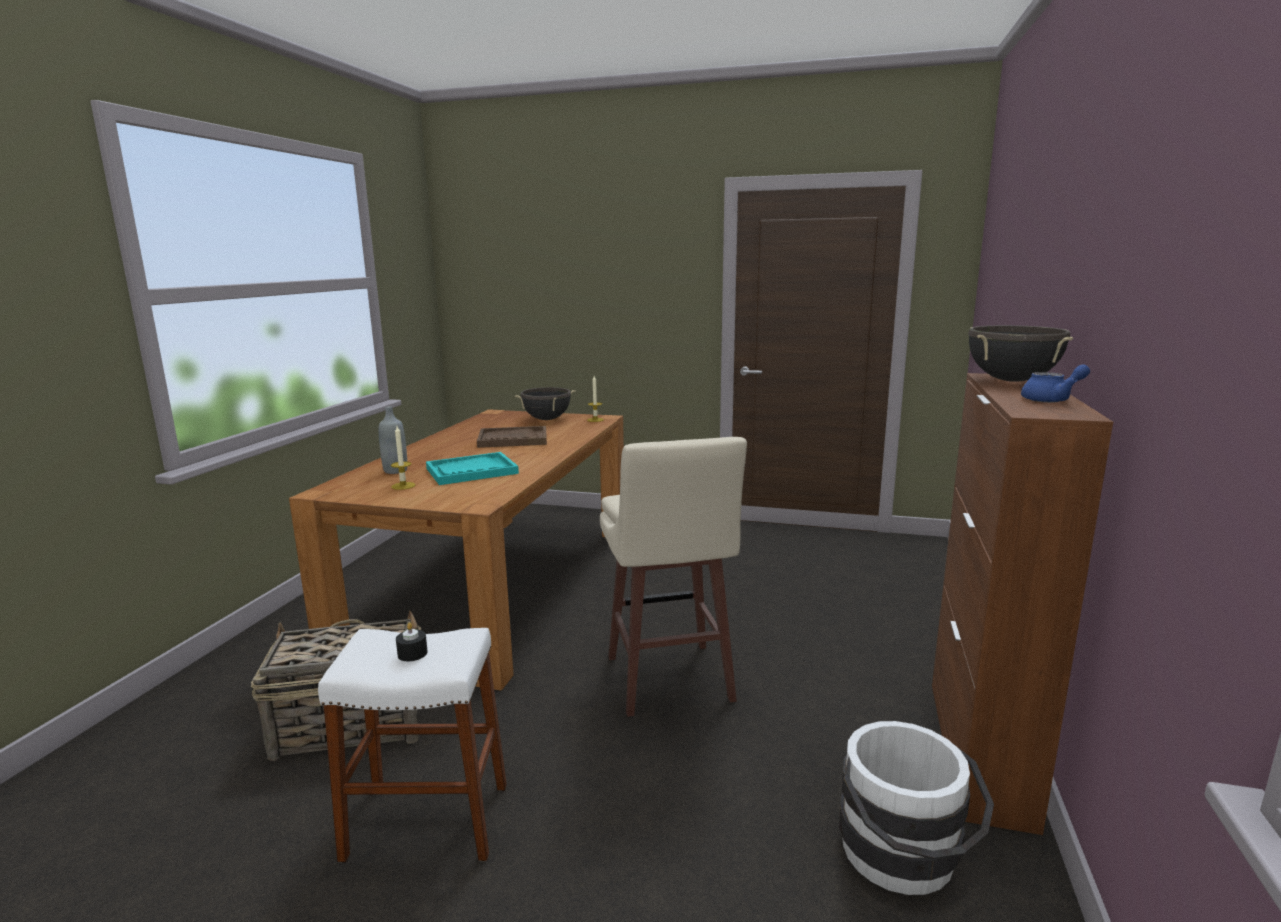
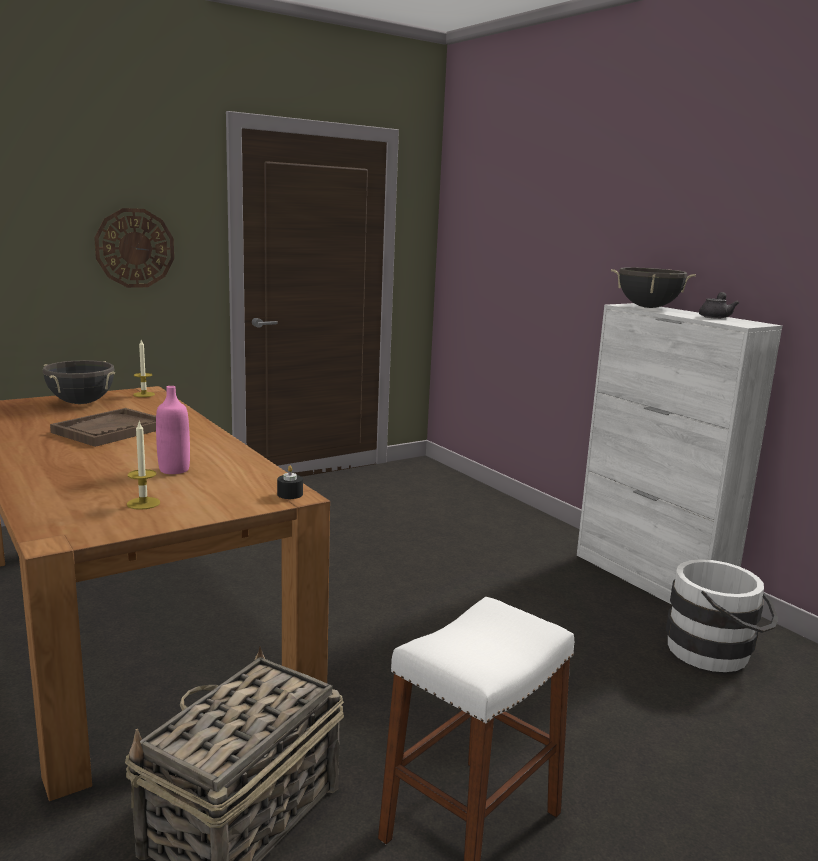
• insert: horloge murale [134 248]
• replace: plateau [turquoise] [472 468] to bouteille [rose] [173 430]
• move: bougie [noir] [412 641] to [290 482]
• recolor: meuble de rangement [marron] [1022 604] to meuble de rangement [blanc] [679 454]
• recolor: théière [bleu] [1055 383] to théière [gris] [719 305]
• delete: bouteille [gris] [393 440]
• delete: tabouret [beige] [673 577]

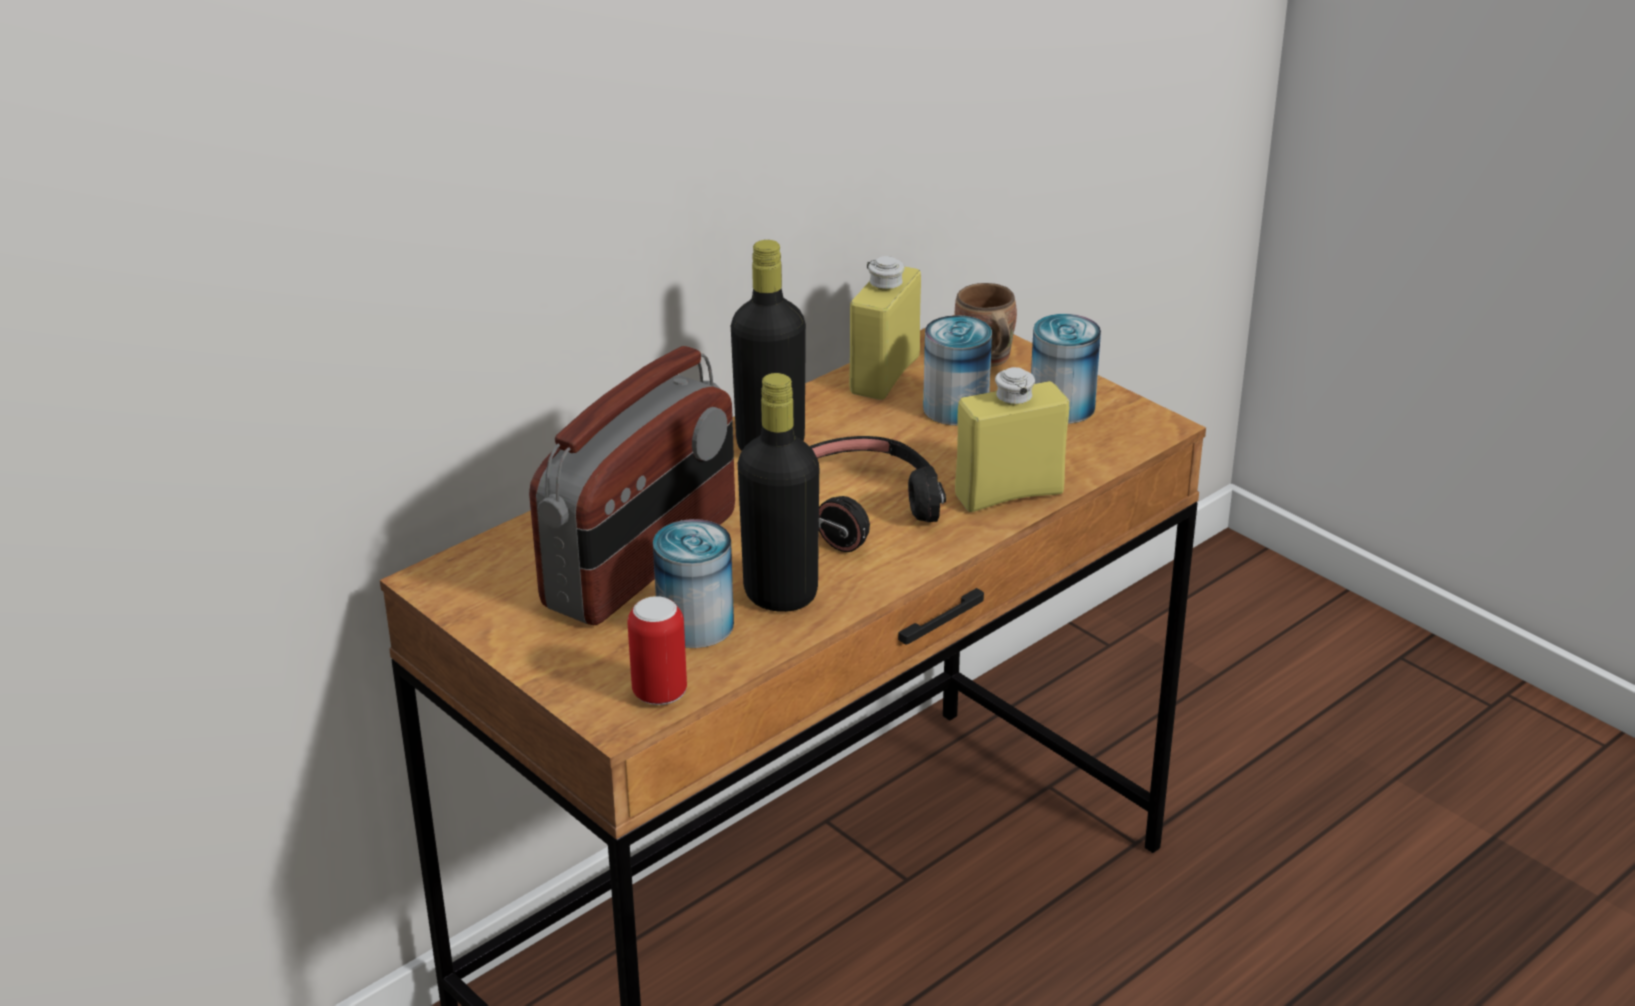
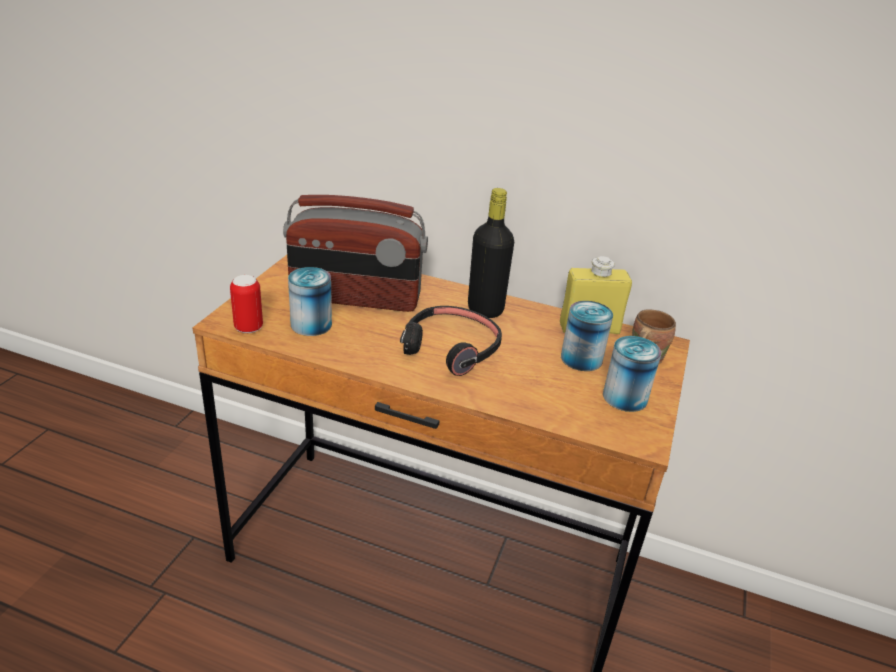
• delete: bouteille [noir] [778 492]
• delete: bouteille [jaune] [1012 439]

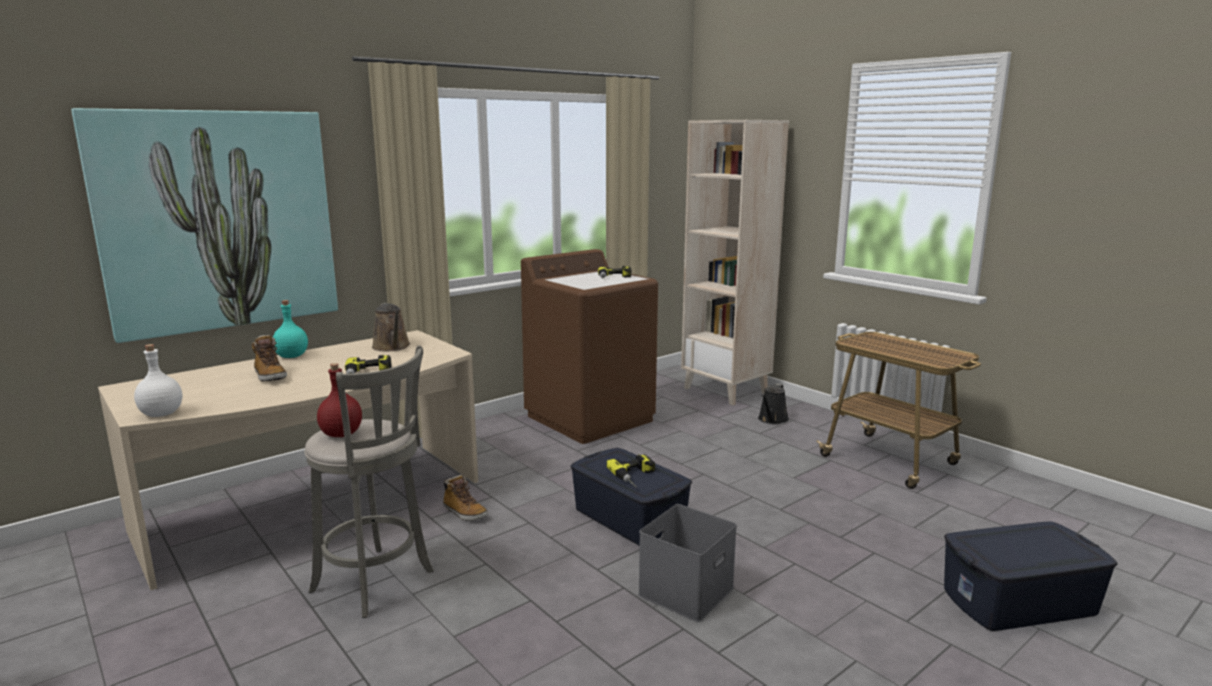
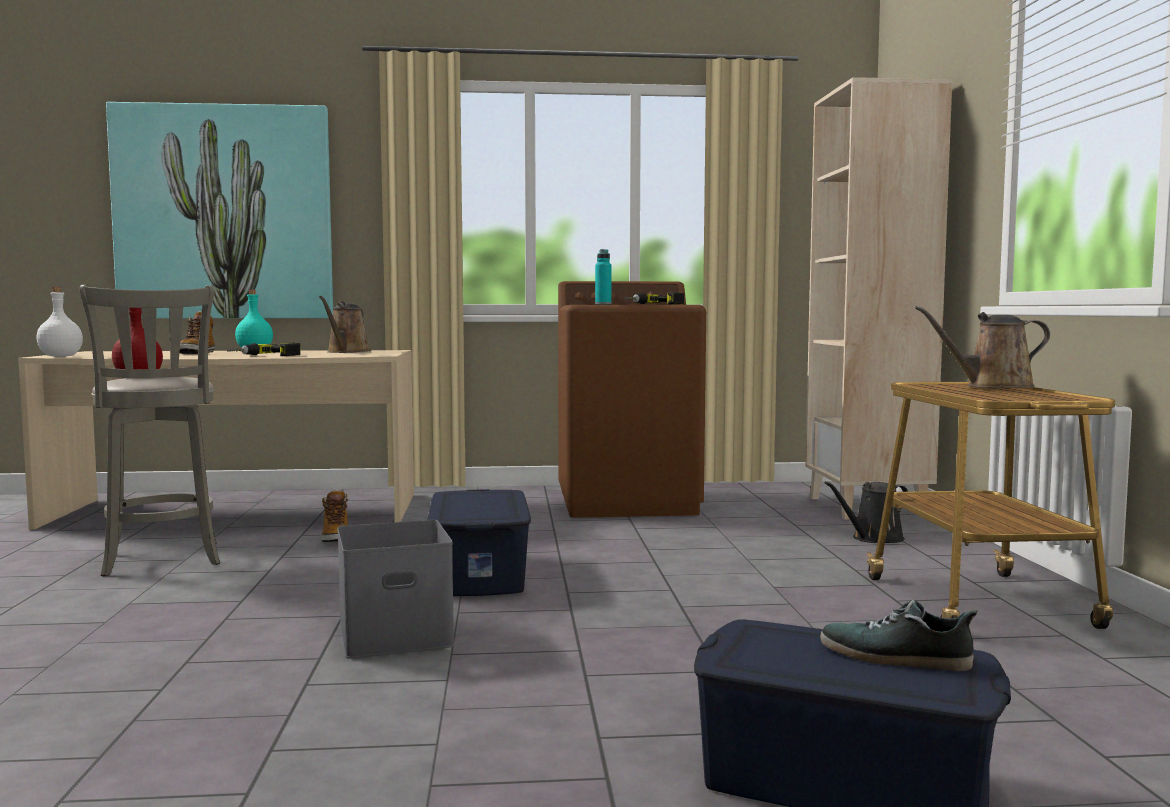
• insert: bouteille [turquoise] [603 276]
• insert: chaussure [899 635]
• insert: arrosoir [marron] [982 347]
• delete: perceuse [630 471]

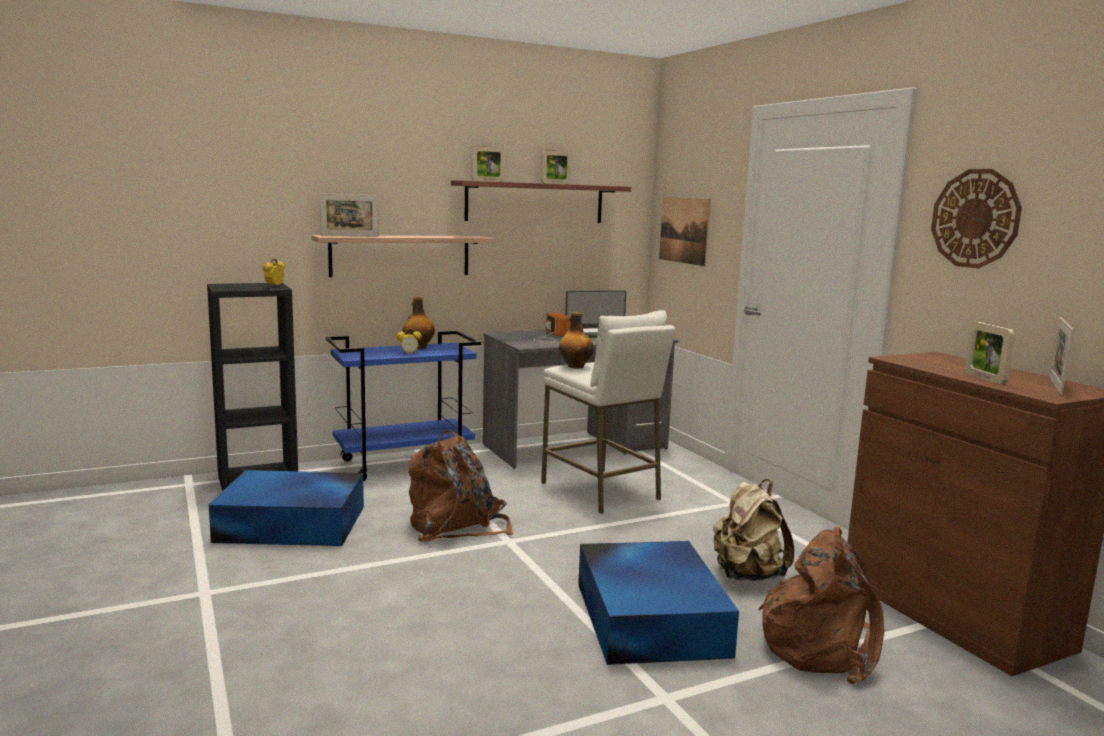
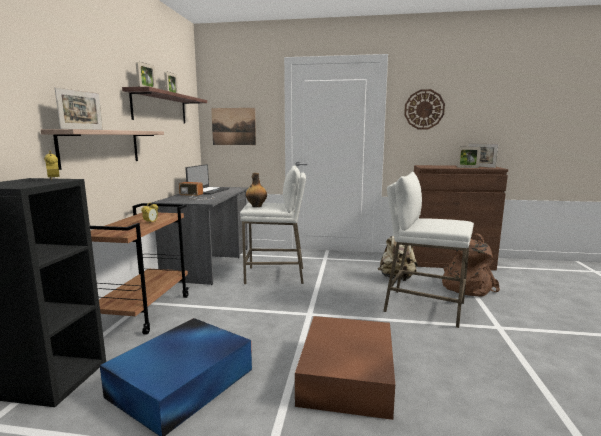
• recolor: chariot [bleu] [403 406] to chariot [marron] [139 269]
• insert: boîte de rangement [marron] [345 368]
• replace: boîte de rangement [bleu] [658 603] to tabouret [blanc] [428 250]
• delete: bouteille [418 323]
• delete: sac à dos [marron] [461 486]

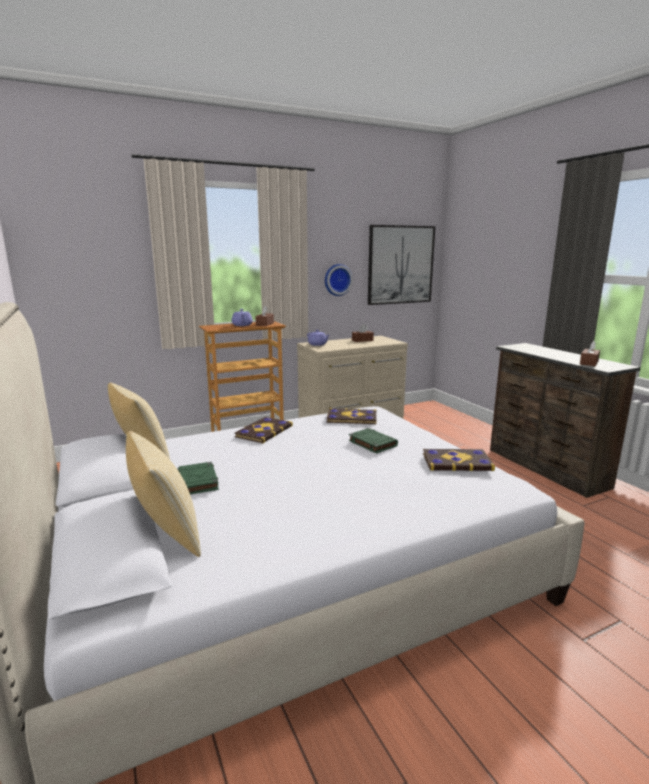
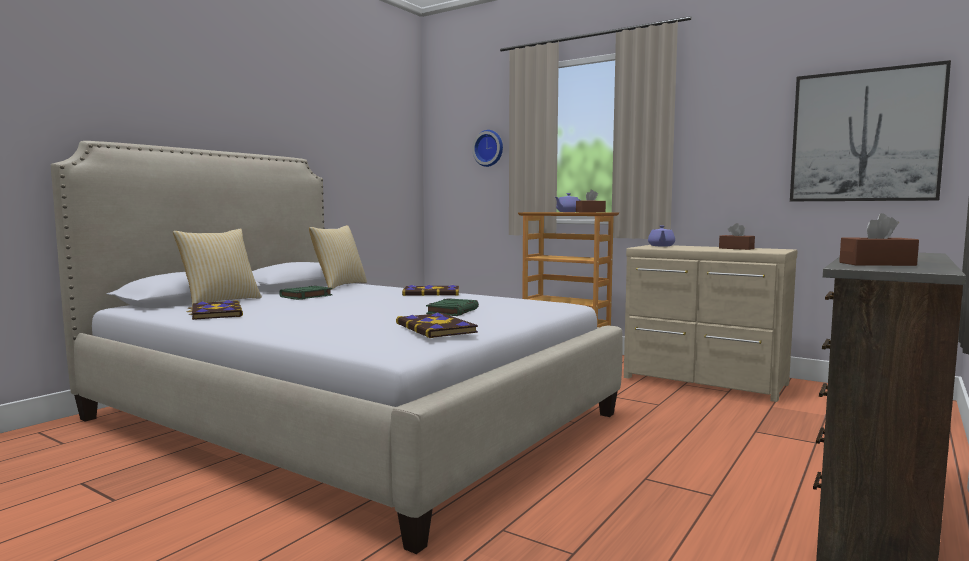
• move: livre [351 416] to [214 310]
• move: horloge murale [339 280] to [487 148]

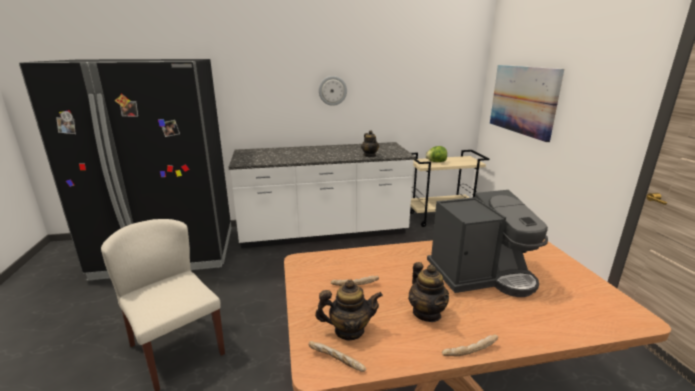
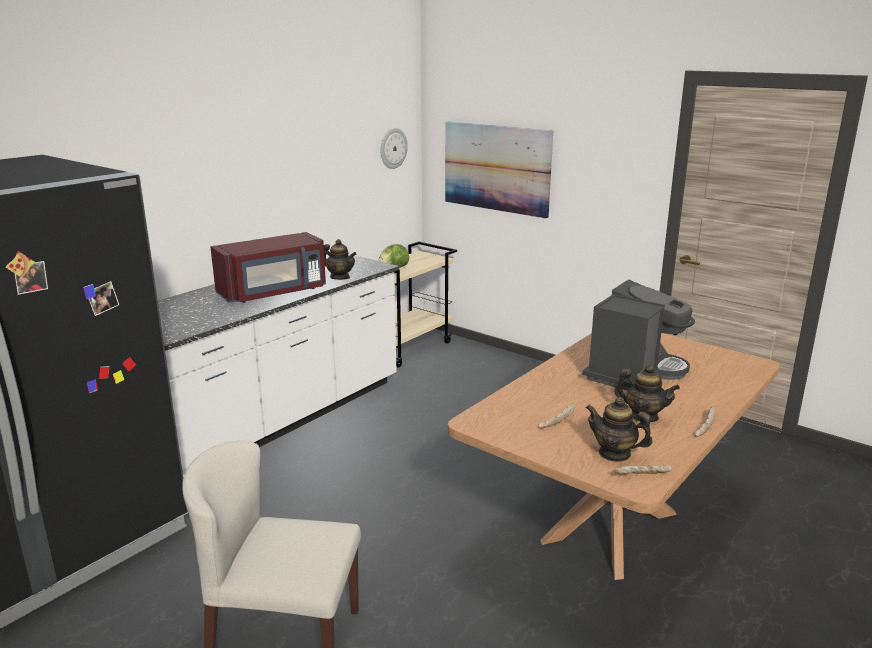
• insert: micro-ondes [rouge] [268 267]
• move: horloge murale [333 91] to [394 148]
• rotate: théière [349 309] = [619 429] 105 degrees counterclockwise

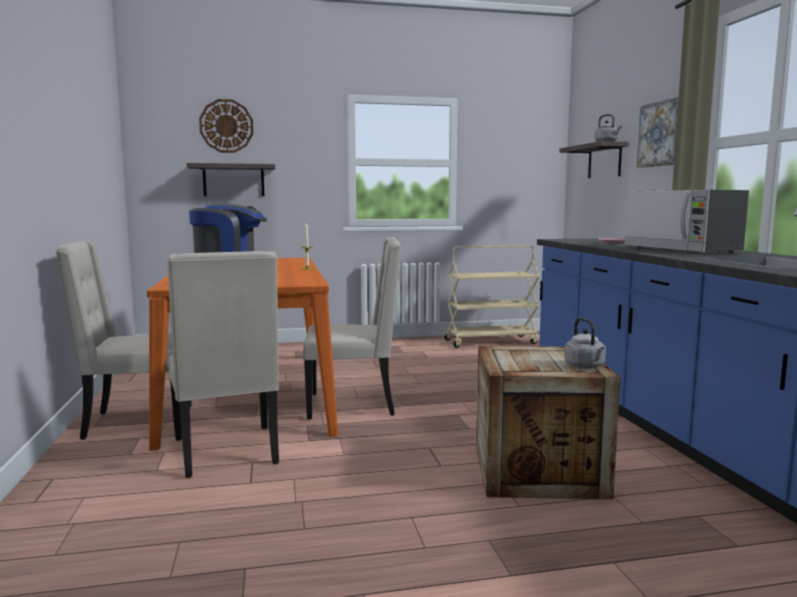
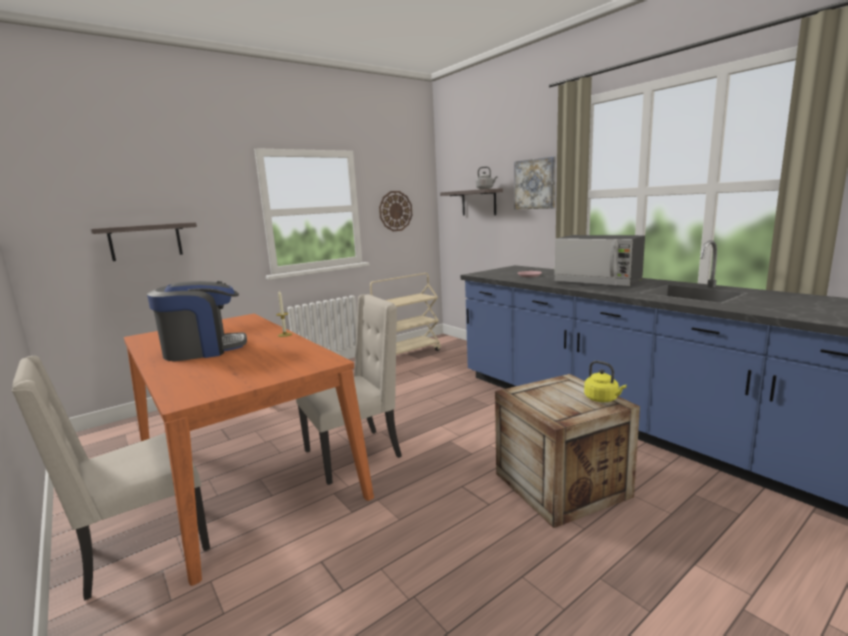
• move: horloge murale [226 126] to [395 211]
• recolor: bouilloire [gris] [585 343] to bouilloire [jaune] [605 381]
• delete: chaise [beige] [223 364]

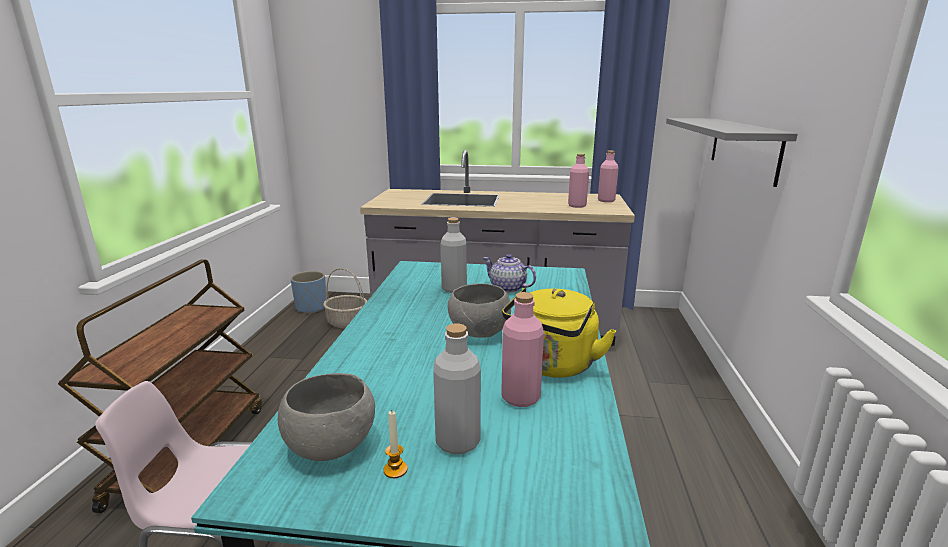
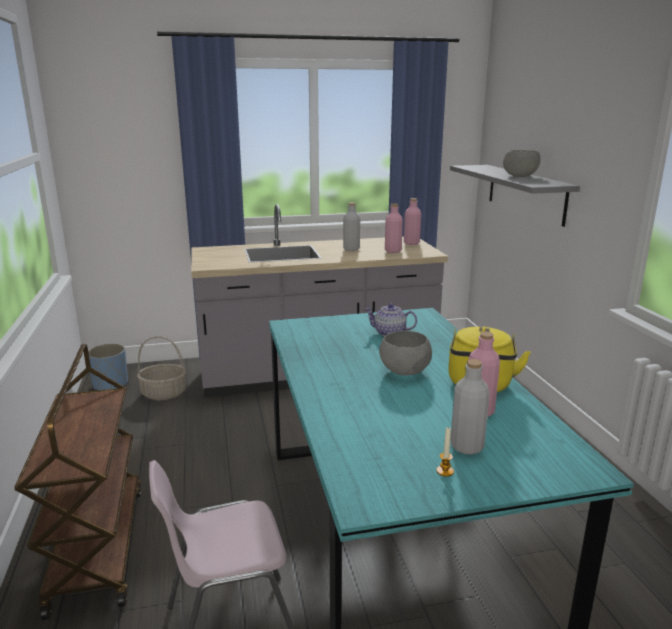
• move: bouteille [gris] [454 255] to [351 226]
• move: bol [gris] [326 417] to [522 163]

